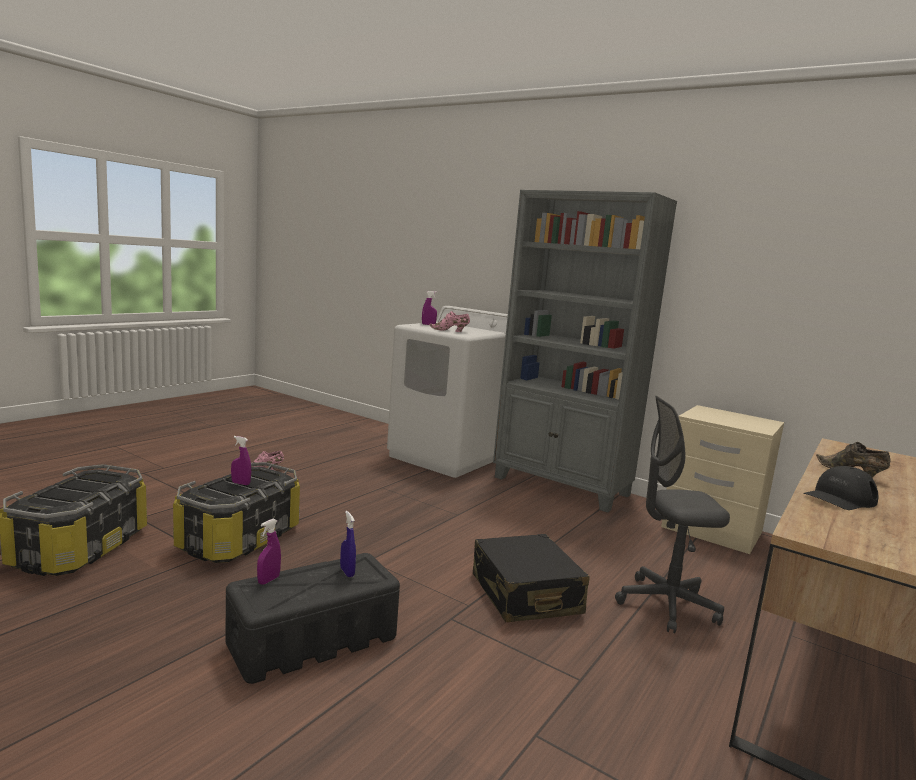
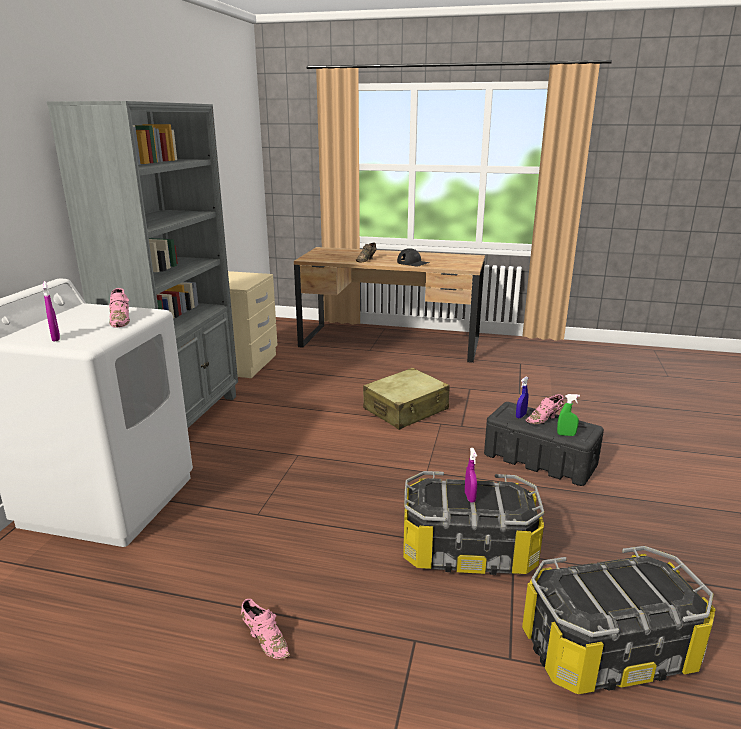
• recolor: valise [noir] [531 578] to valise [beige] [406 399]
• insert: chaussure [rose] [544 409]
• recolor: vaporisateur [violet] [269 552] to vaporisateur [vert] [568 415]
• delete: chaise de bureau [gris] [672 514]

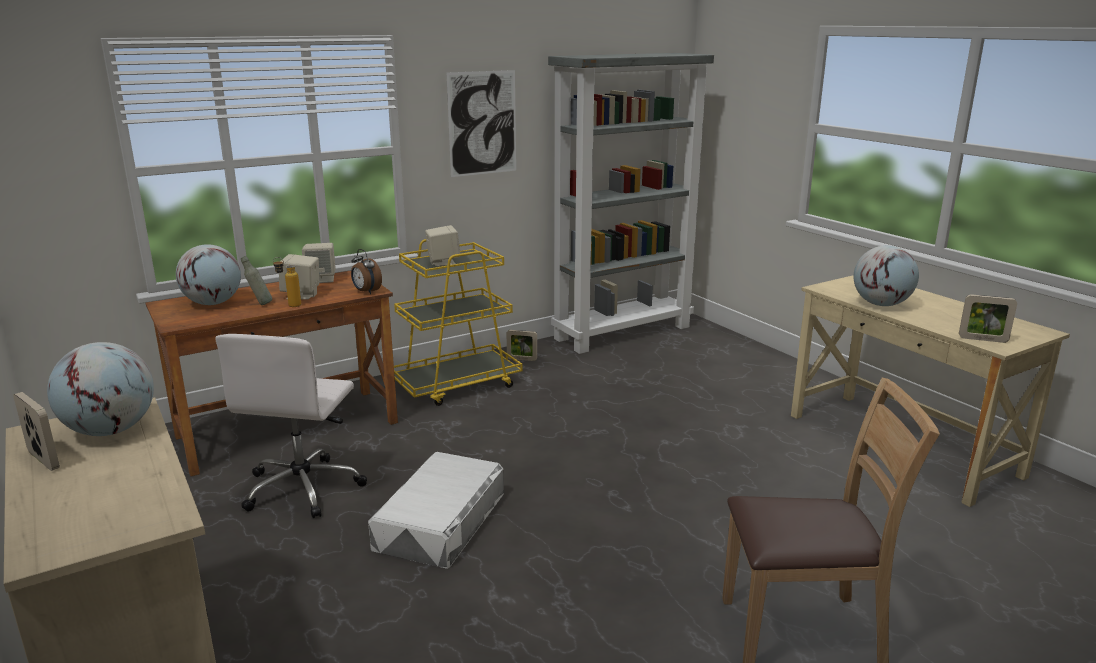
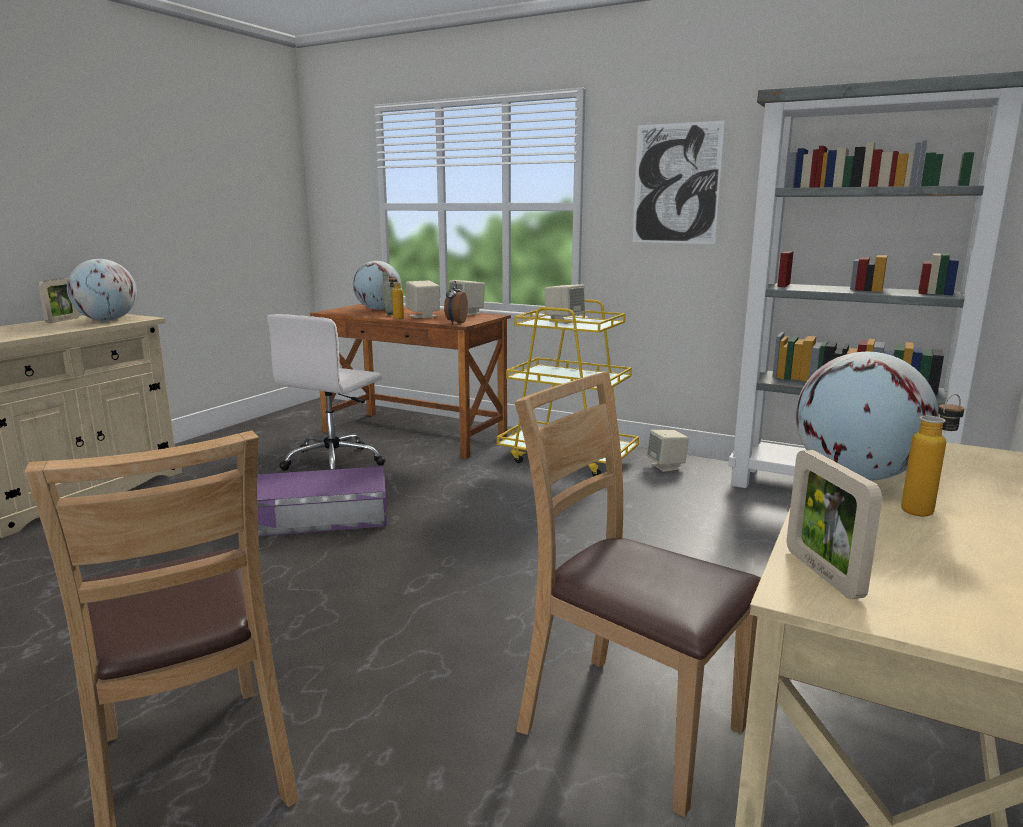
• recolor: boîte de rangement [blanc] [436 510] to boîte de rangement [violet] [322 501]
• rotate: chaise de bureau [blanc] [291 426] = [326 392] 45 degrees counterclockwise
• insert: chaise [marron] [637 594]
• replace: cadre photo [522 345] to enceinte [beige] [668 451]
• insert: bouteille [932 455]

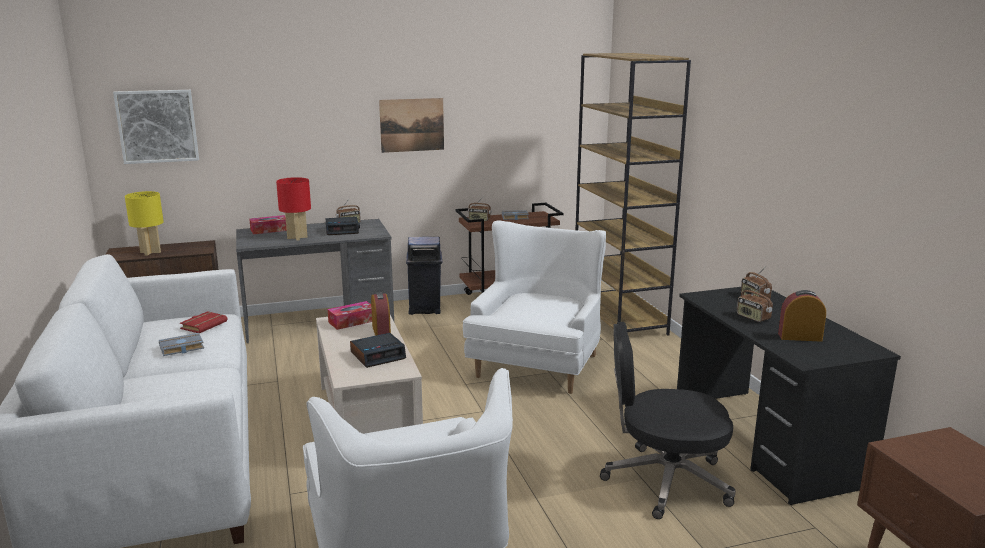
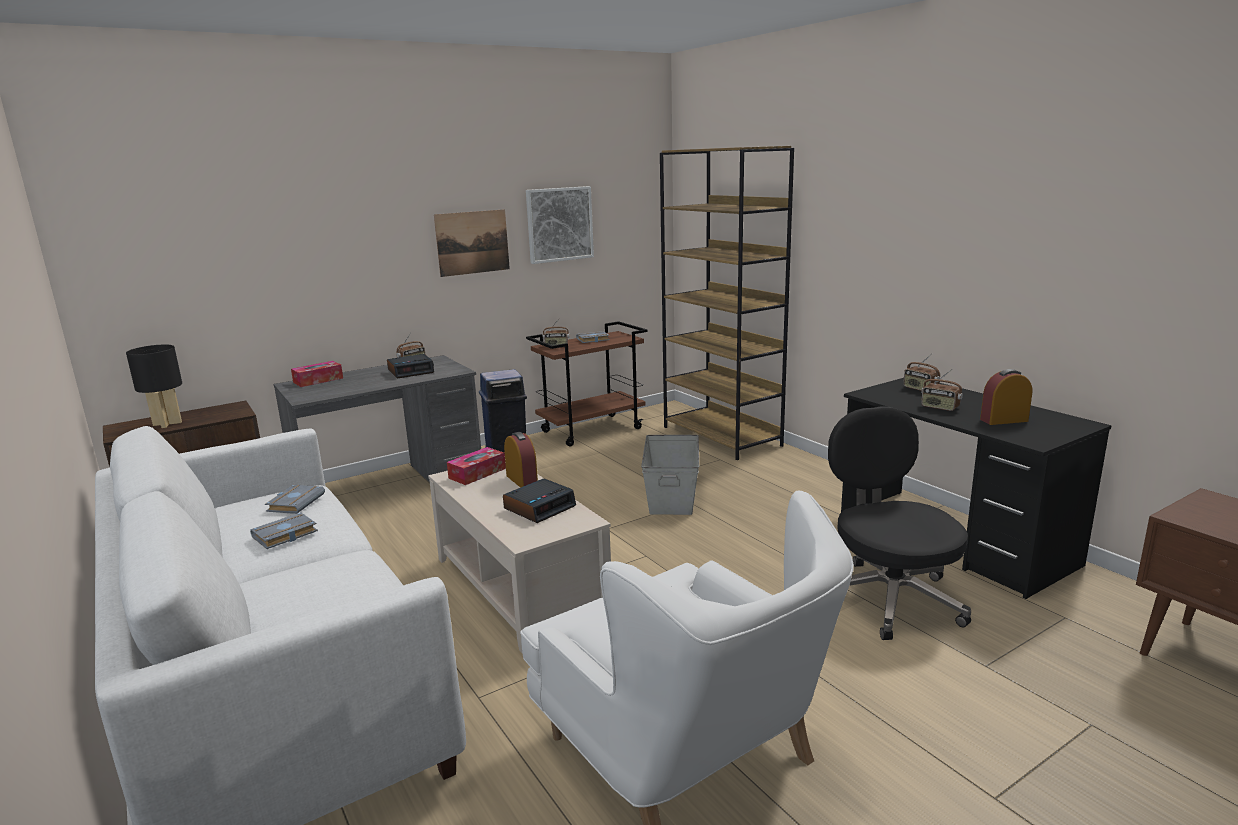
• recolor: lampe de table [jaune] [144 223] to lampe de table [noir] [154 386]
• recolor: livre [rouge] [203 322] to livre [gris] [295 499]
• move: tableau [156 127] to [560 225]
• replace: fauteuil [blanc] [534 307] to boîte de rangement [gris] [670 475]
• rotate: chaise de bureau [noir] [668 420] = [899 523] 90 degrees clockwise
• delete: lampe de table [rouge] [293 209]

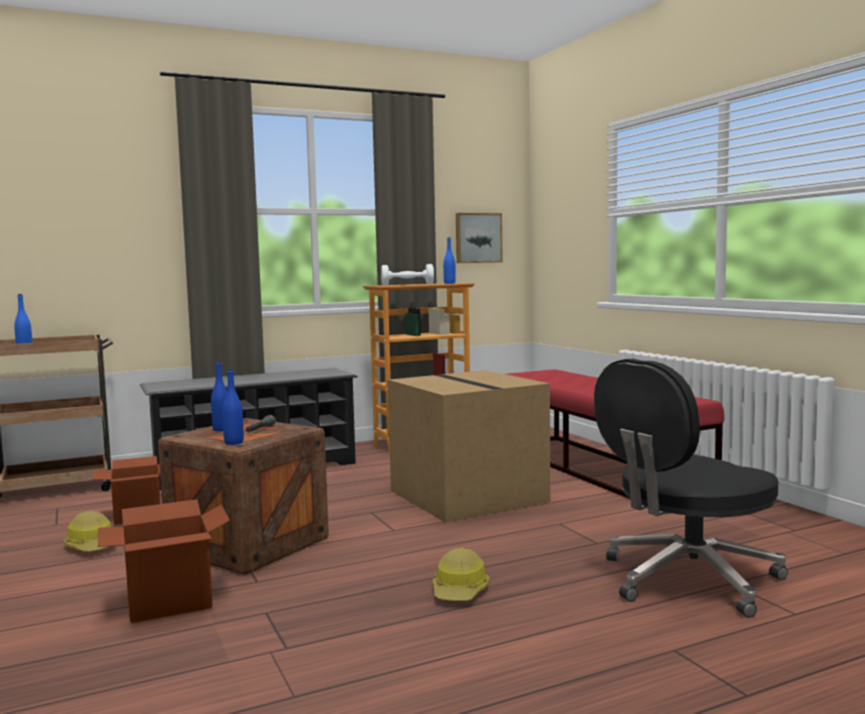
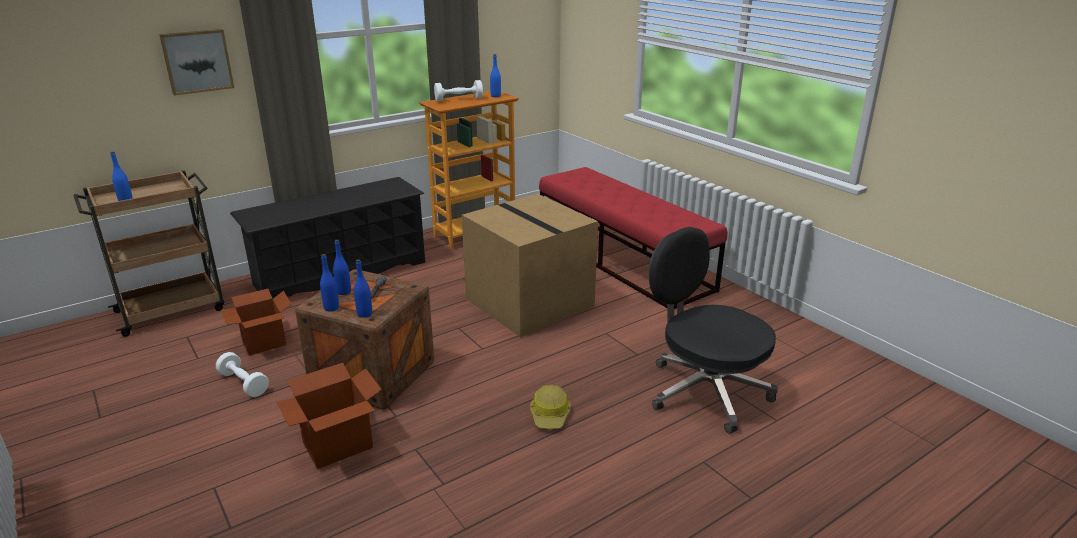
• move: tableau [479 238] to [196 62]
• replace: casque de chantier [87 531] to haltère [blanc] [242 374]
• insert: bouteille [bleu] [329 283]
• rotate: chaise de bureau [noir] [691 488] = [713 330] 90 degrees clockwise

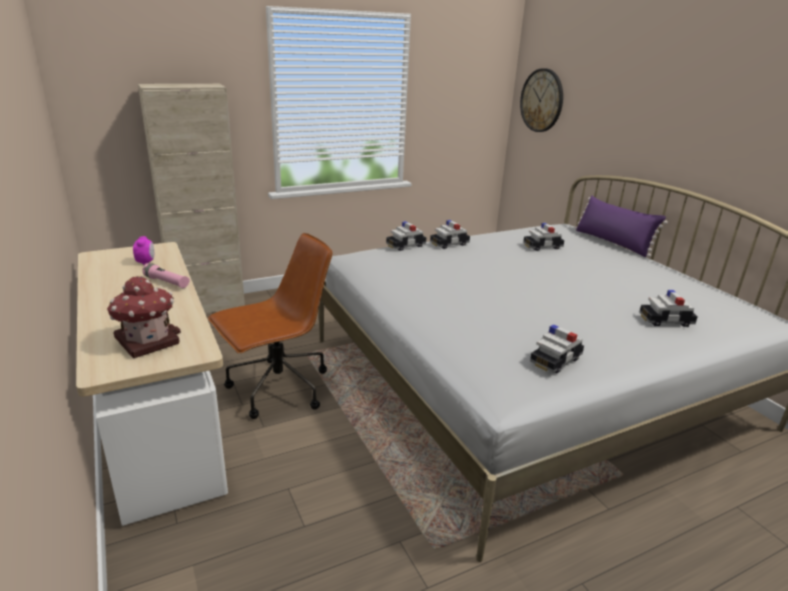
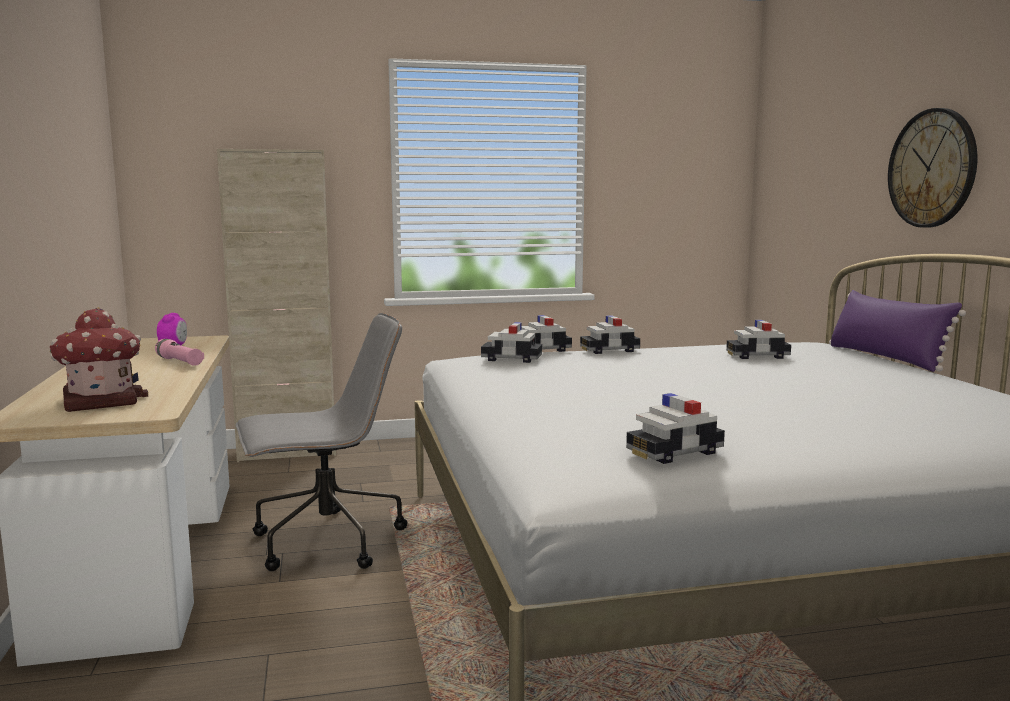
• recolor: chaise de bureau [marron] [270 326] to chaise de bureau [gris] [321 442]
• move: petite voiture [668 308] to [511 342]
• move: horloge murale [541 100] to [932 168]

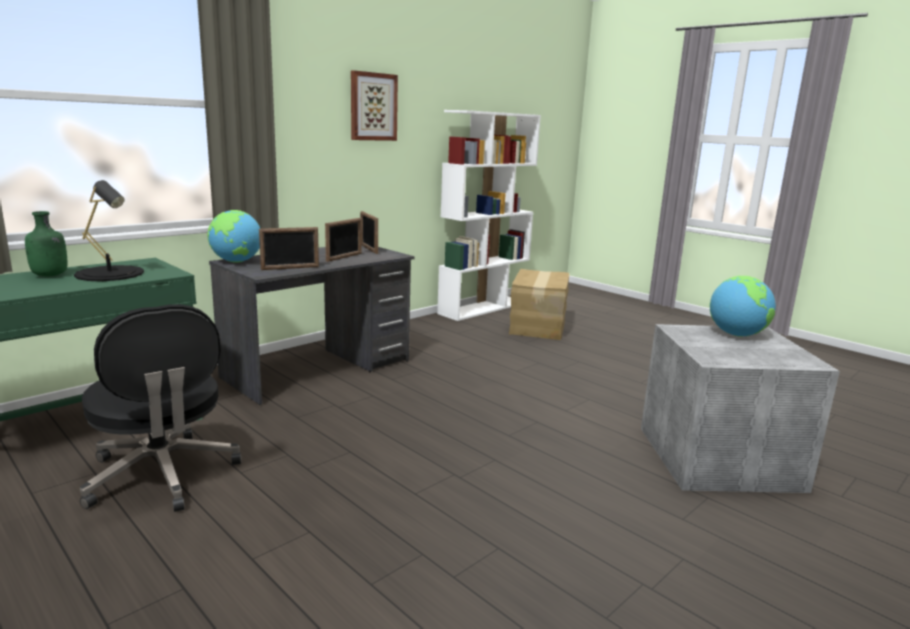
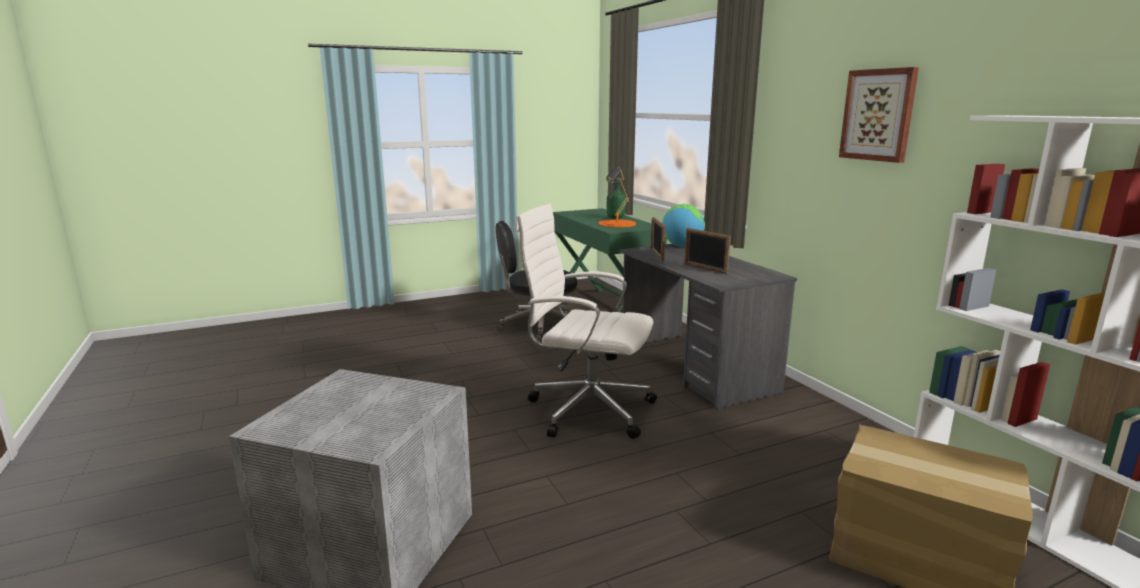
• insert: chaise de bureau [blanc] [586 321]
• recolor: lampe de table [noir] [109 230] to lampe de table [orange] [617 197]
• delete: cadre photo [369 232]
• delete: globe [743 306]

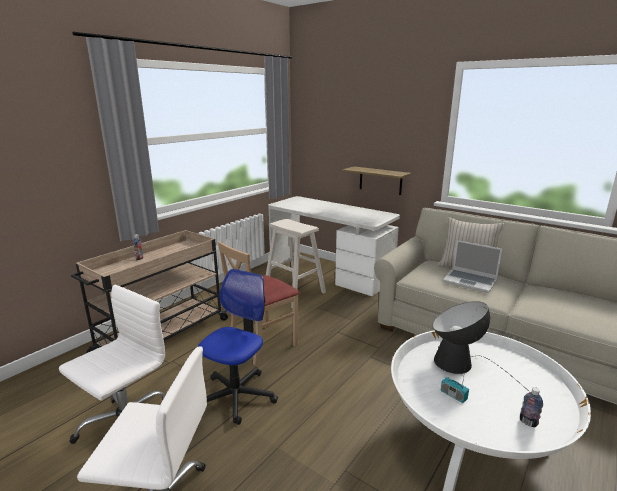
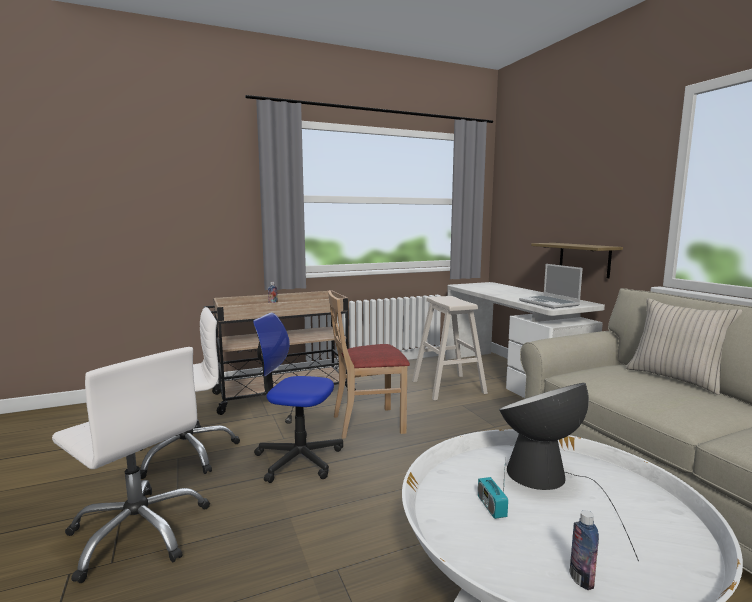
• rotate: chaise de bureau [238 347] = [298 398] 135 degrees counterclockwise
• move: ordinateur portable [472 266] to [551 286]

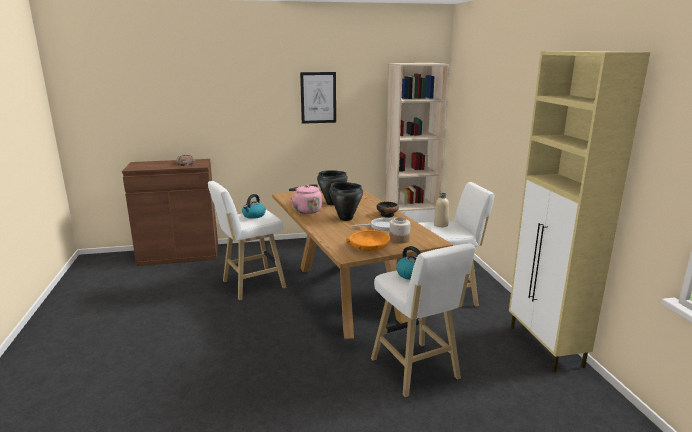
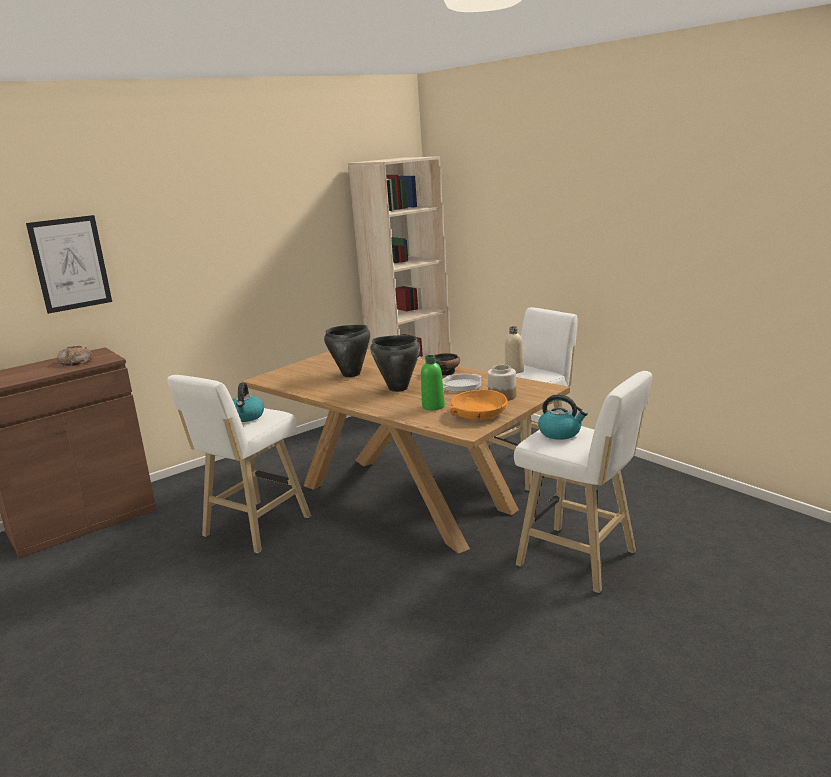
• move: tableau [318 98] to [69 264]
• insert: bouteille [vert] [433 382]
• delete: bouilloire [rose] [305 199]
• delete: meuble de rangement [beige] [579 211]

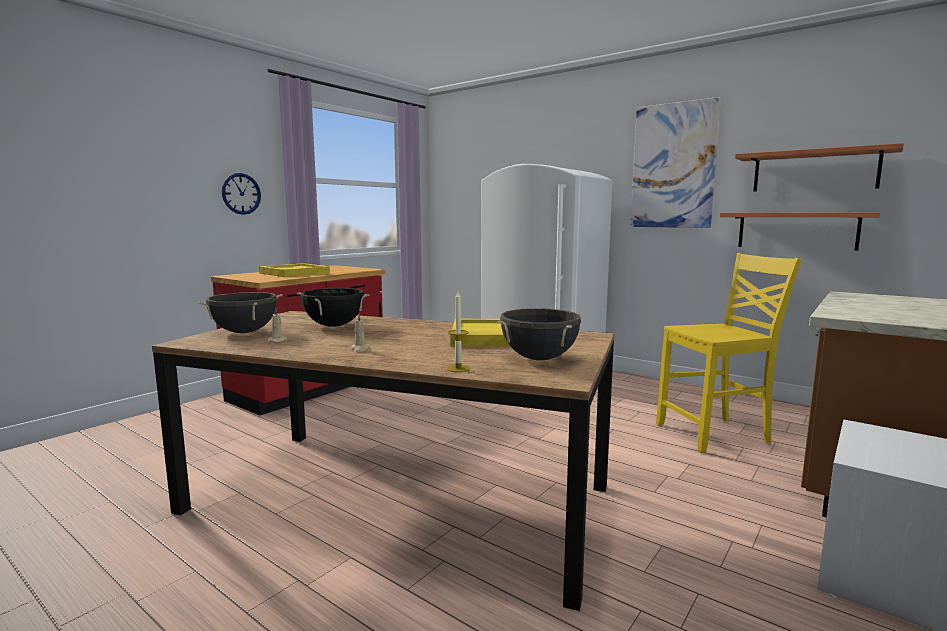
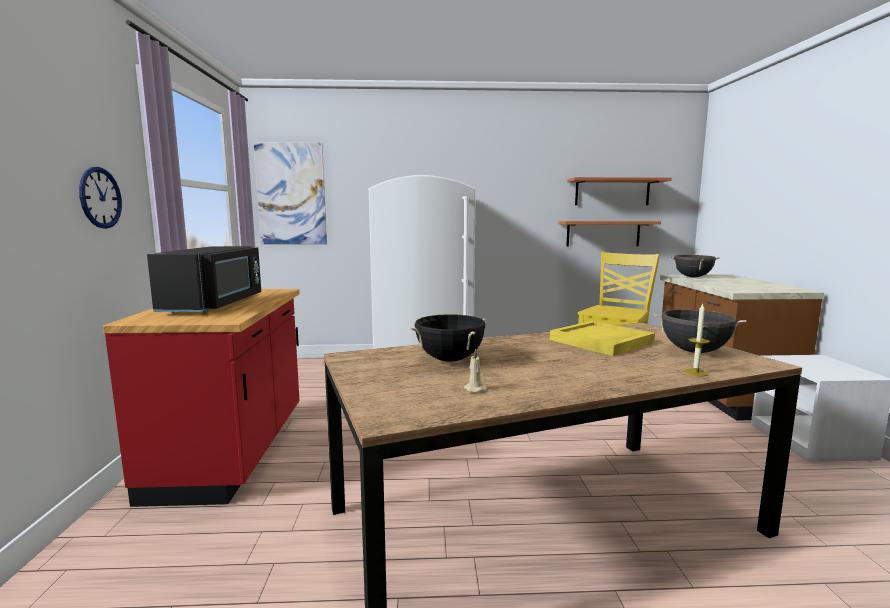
• replace: plateau [jaune] [294 270] to micro-ondes [noir] [204 279]
• move: tableau [675 162] to [290 193]
• move: marmite [noir] [240 312] to [695 266]
• delete: bougie [beige] [360 333]

